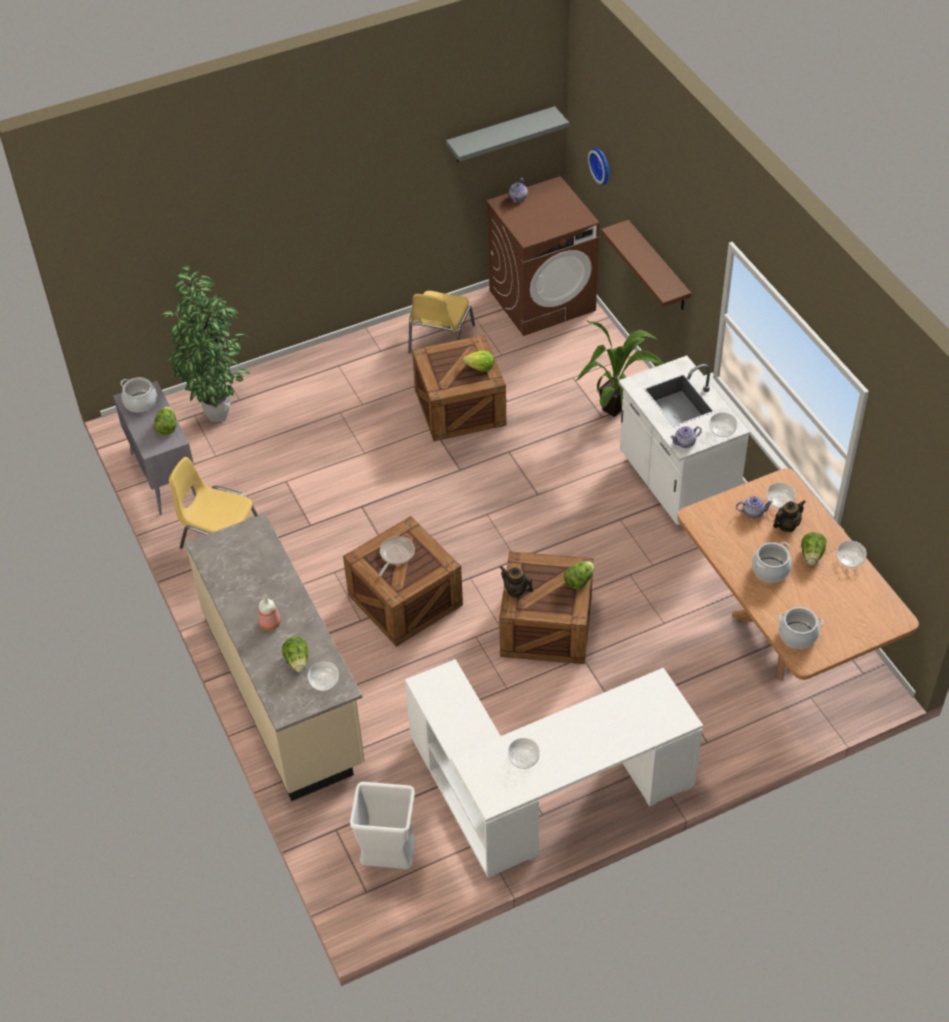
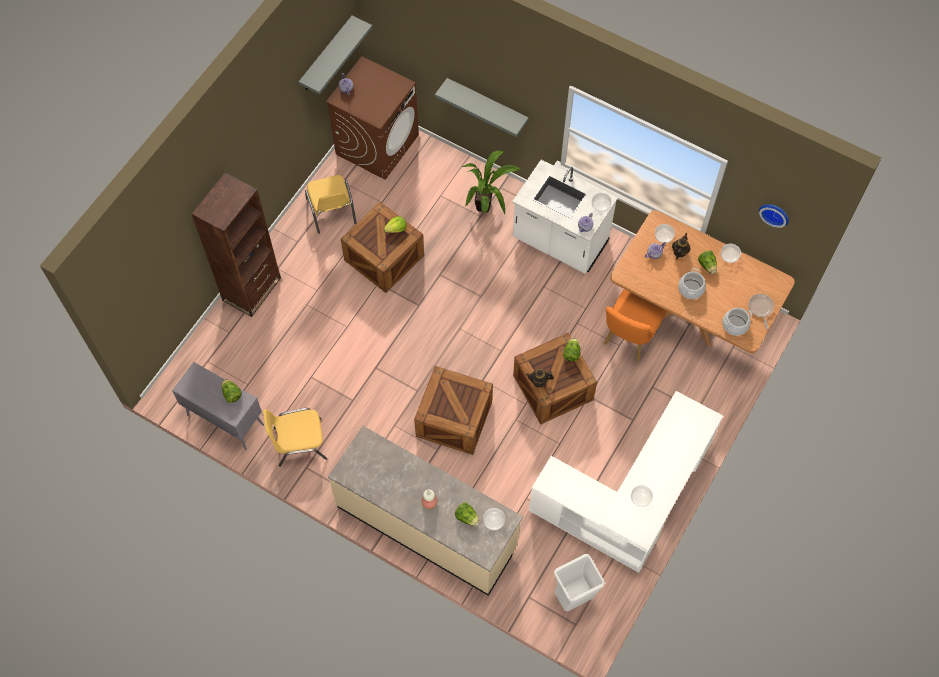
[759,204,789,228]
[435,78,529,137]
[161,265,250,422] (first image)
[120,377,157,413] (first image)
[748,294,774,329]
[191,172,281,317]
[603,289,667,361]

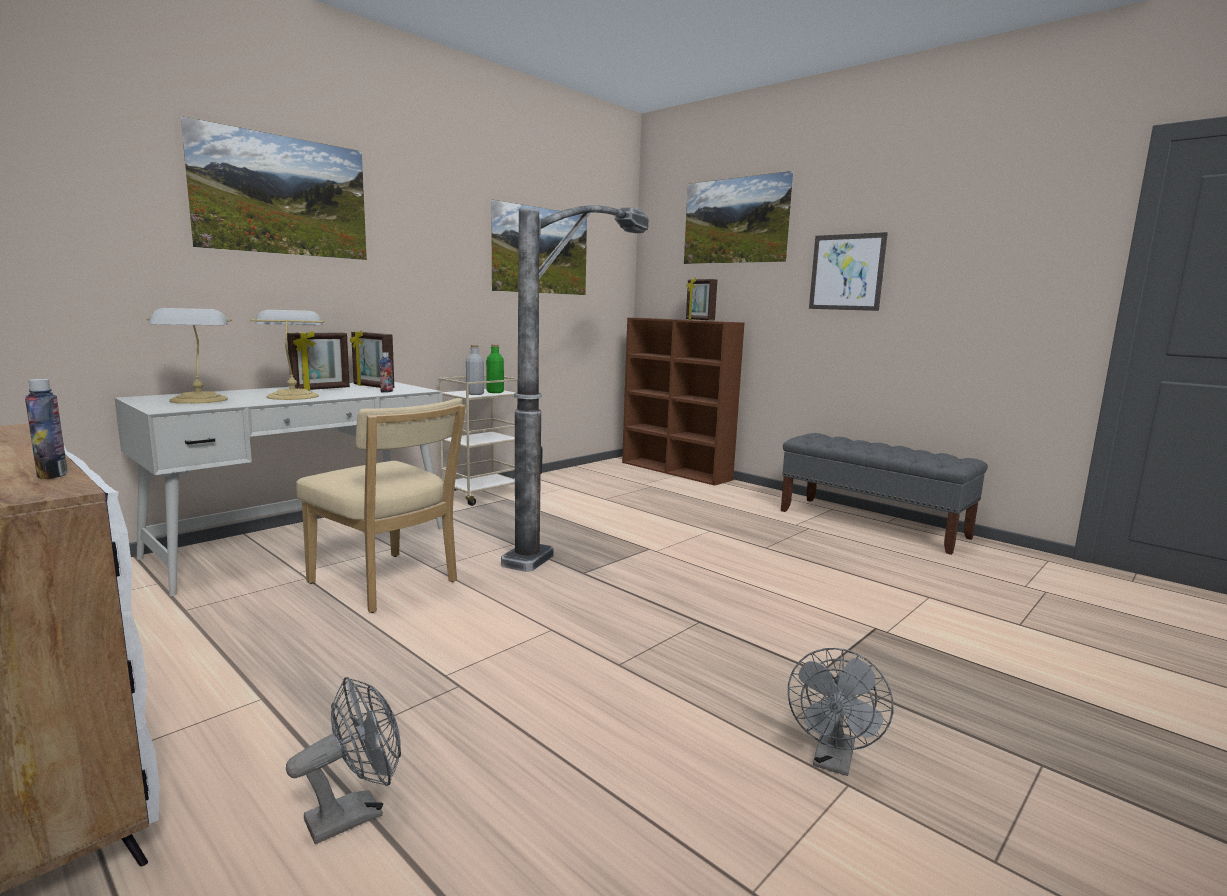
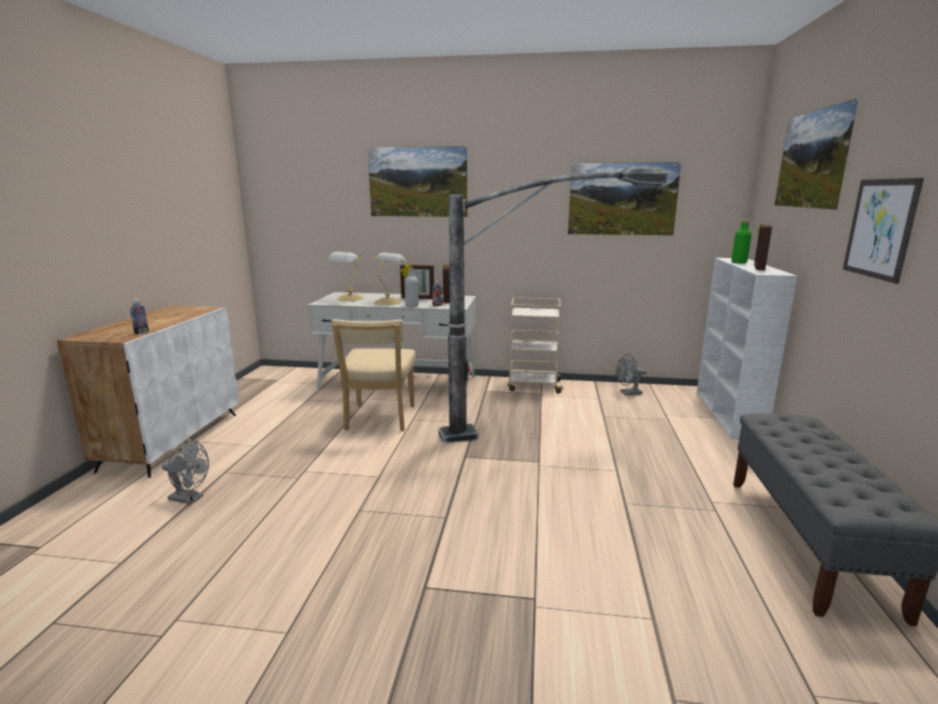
[697,258,797,440]
[731,221,752,263]
[405,268,419,307]
[616,354,646,395]

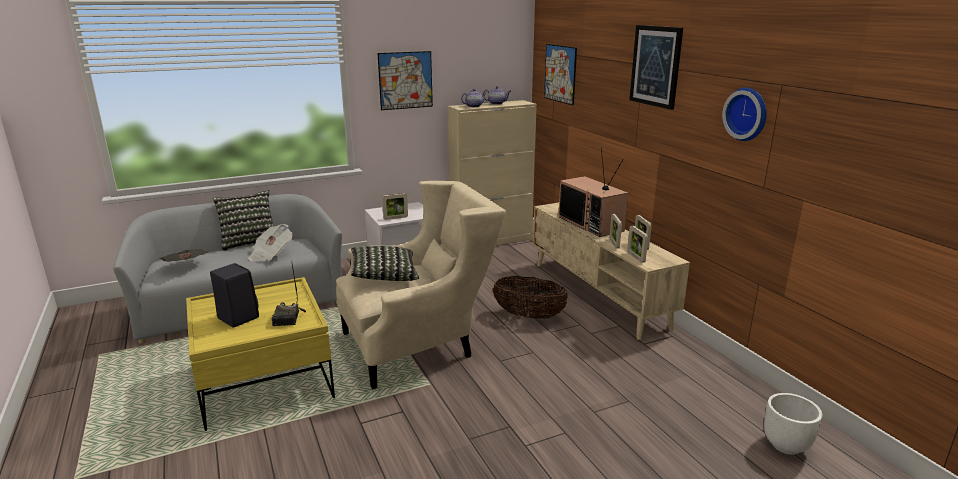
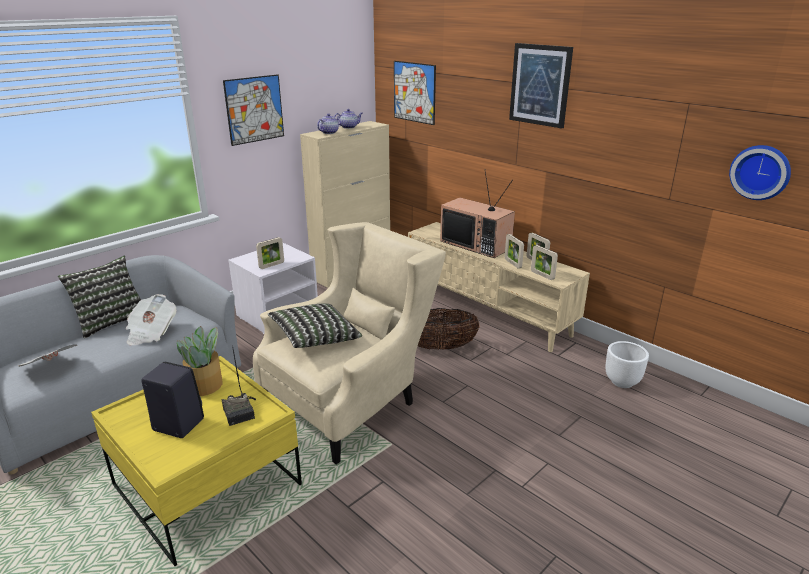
[729,145,791,200]
[605,341,649,388]
[177,326,223,396]

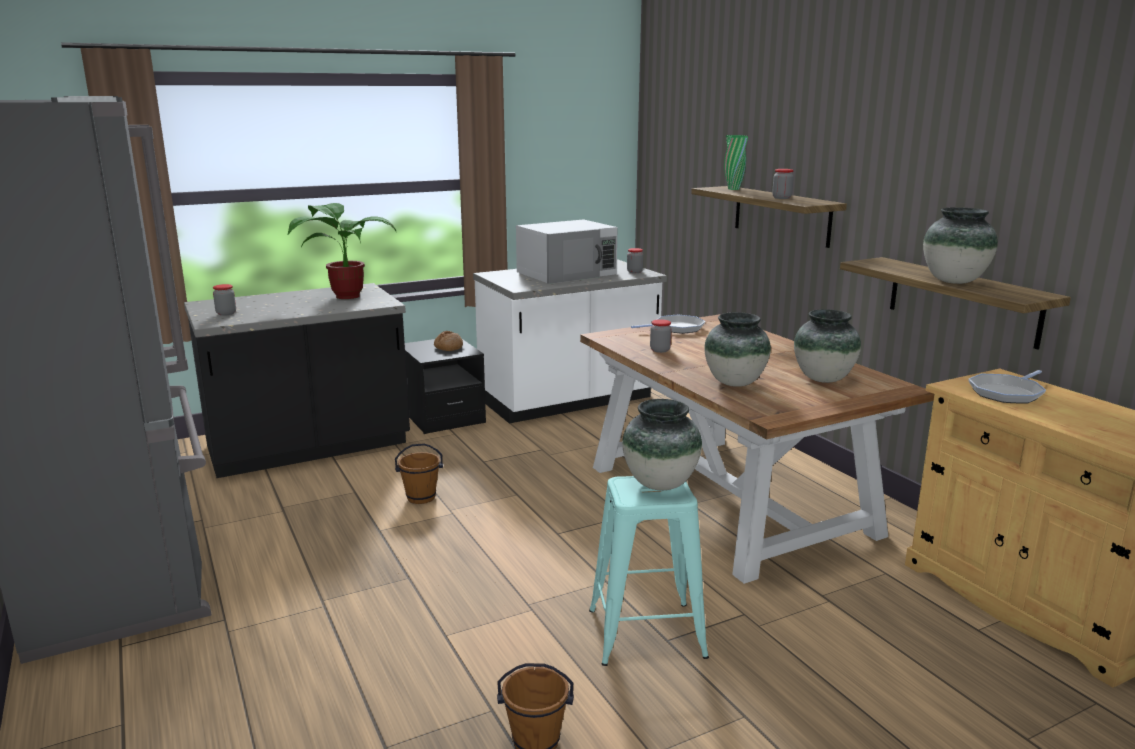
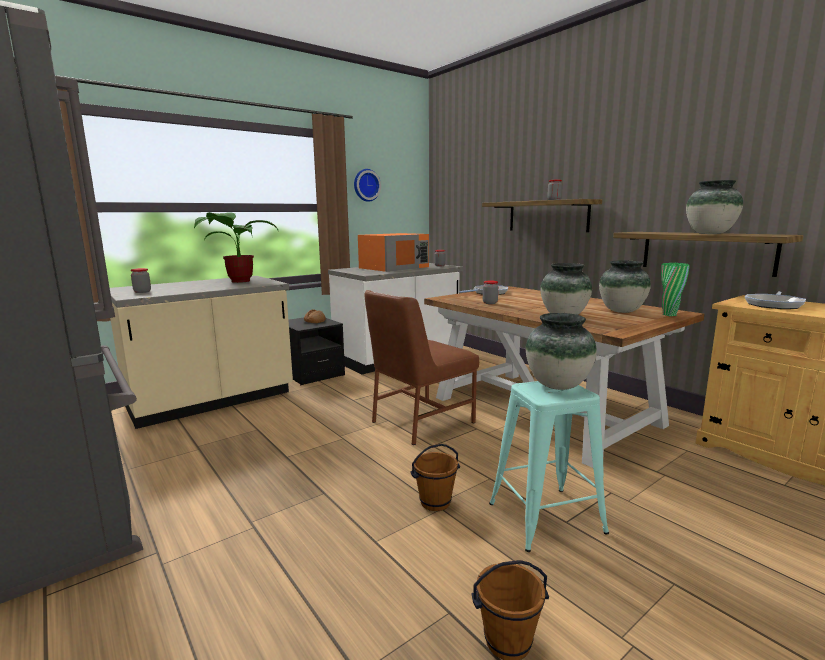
[661,263,690,316]
[358,233,429,272]
[110,276,293,429]
[410,444,460,511]
[354,169,381,202]
[365,290,479,445]

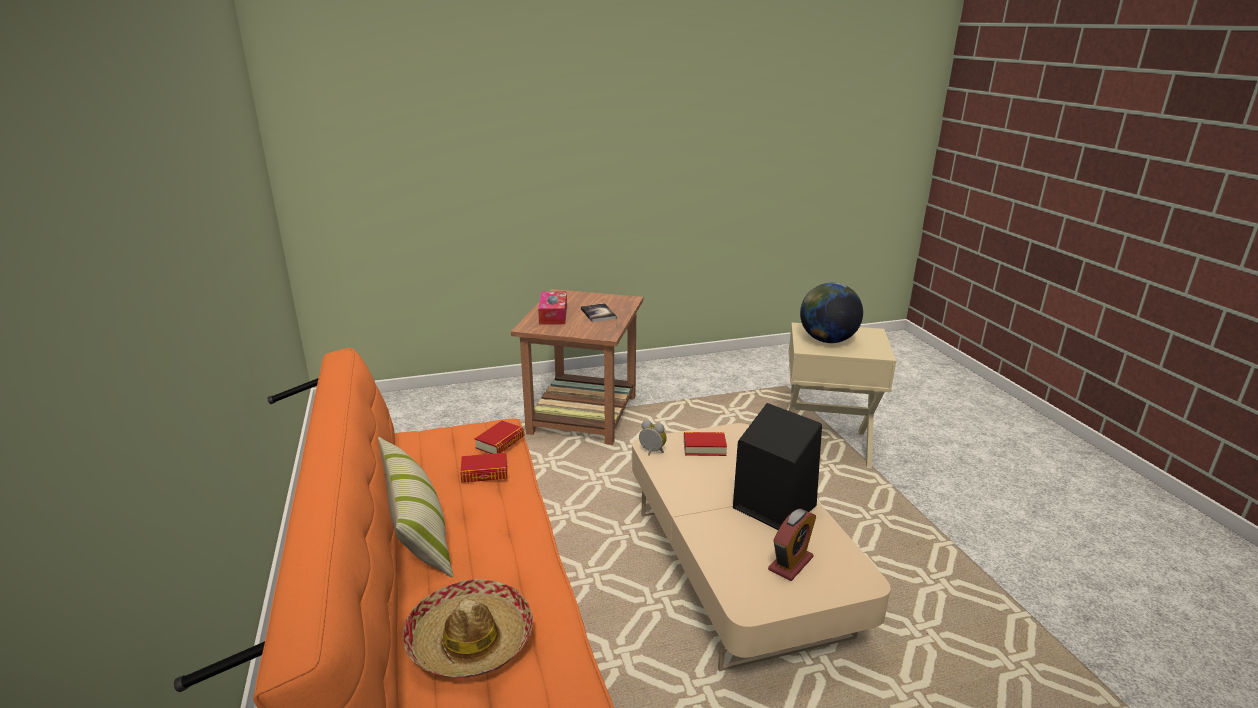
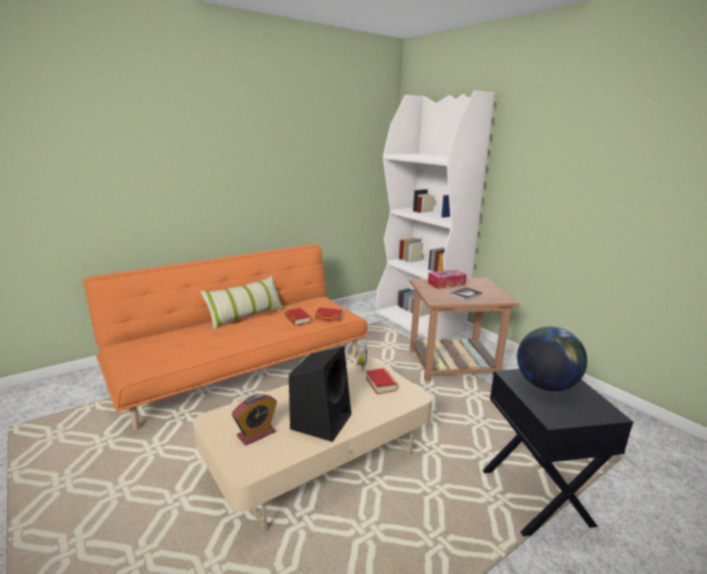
[482,369,633,536]
[232,394,277,446]
[402,579,533,678] (first image)
[376,90,495,340]

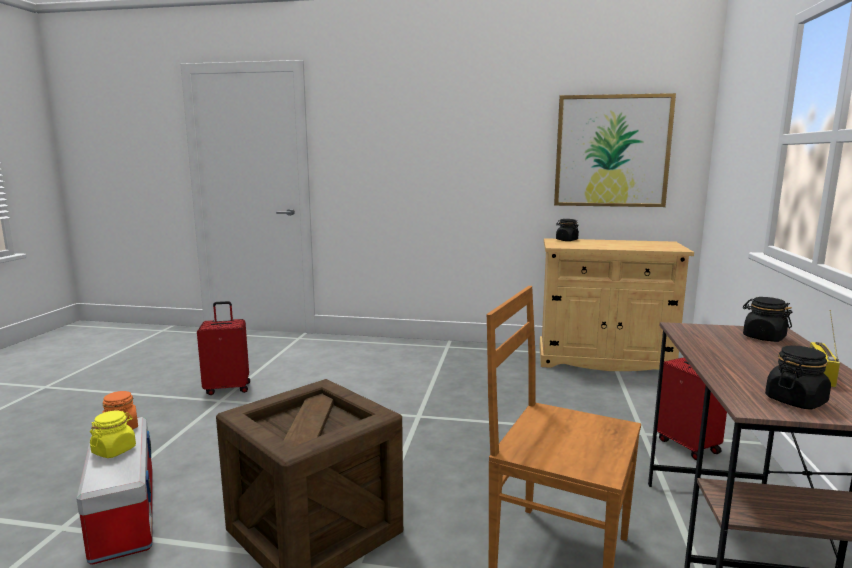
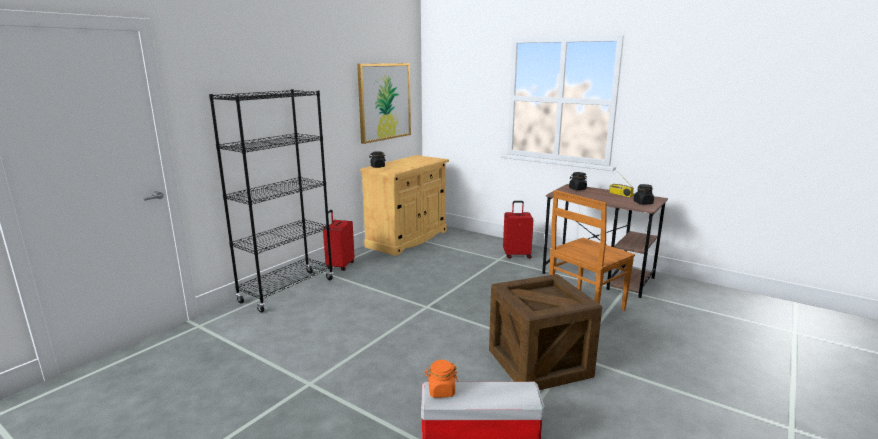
[323,210,355,271]
[90,411,136,458] (first image)
[209,89,333,312]

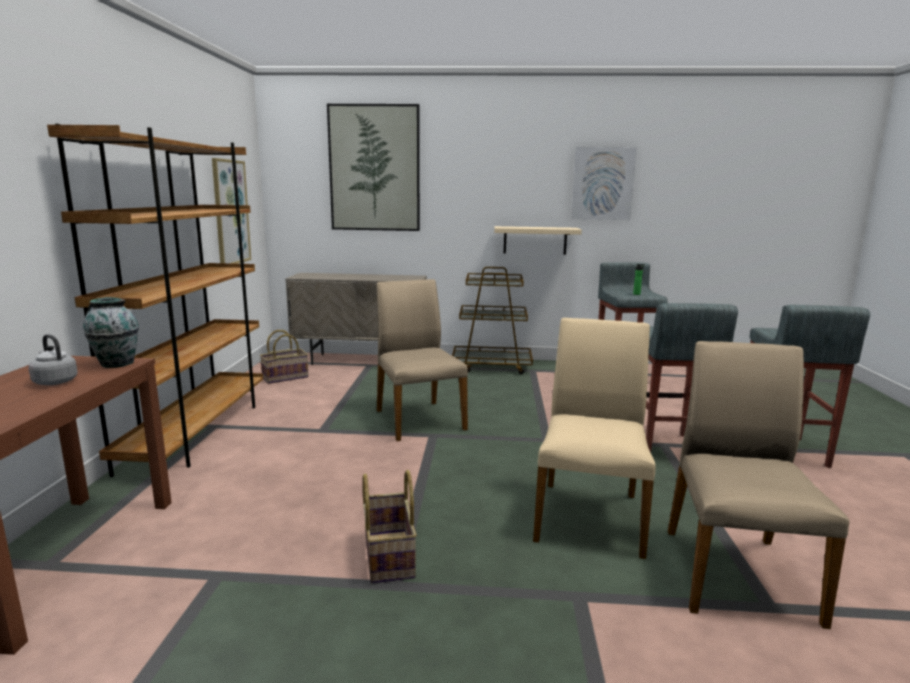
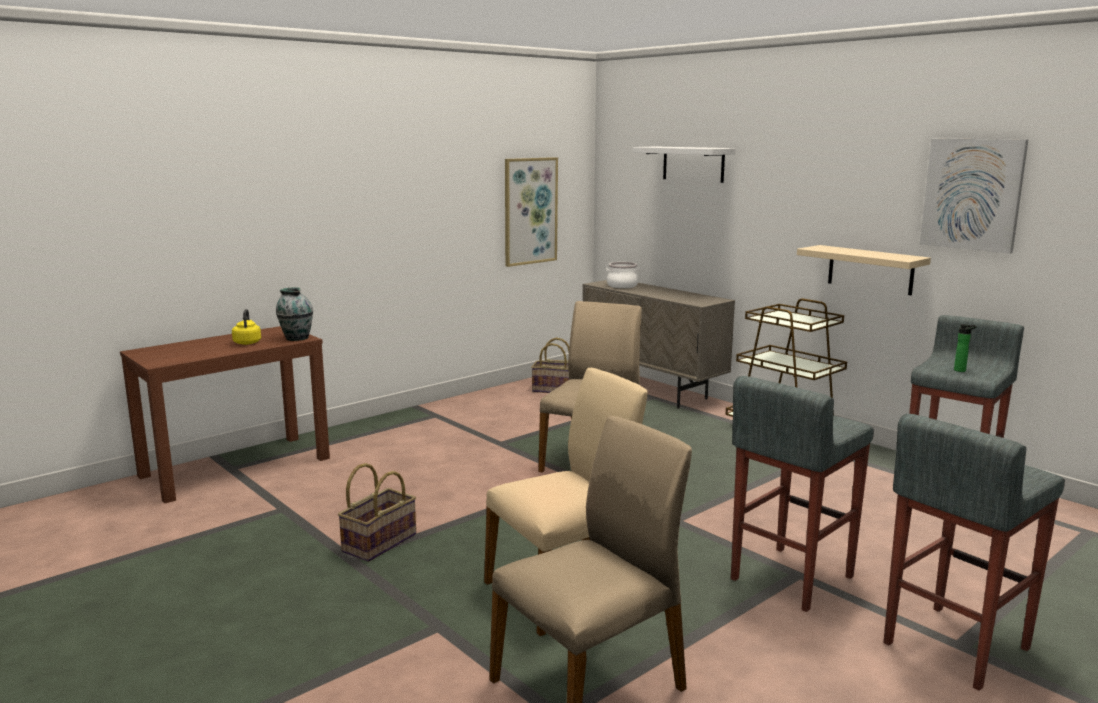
[633,147,736,183]
[47,124,263,477] (first image)
[232,309,261,345]
[606,262,640,288]

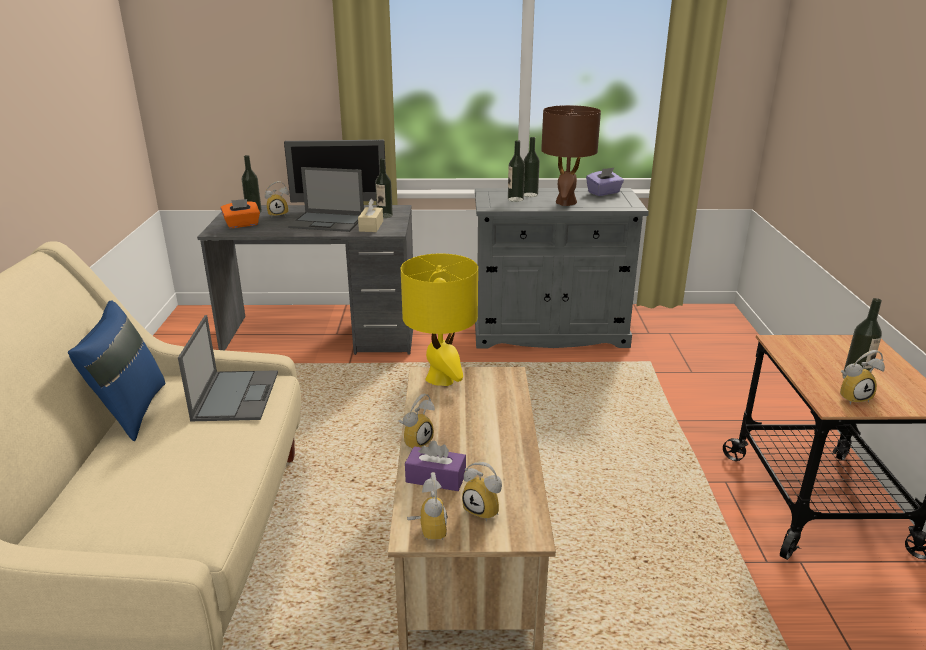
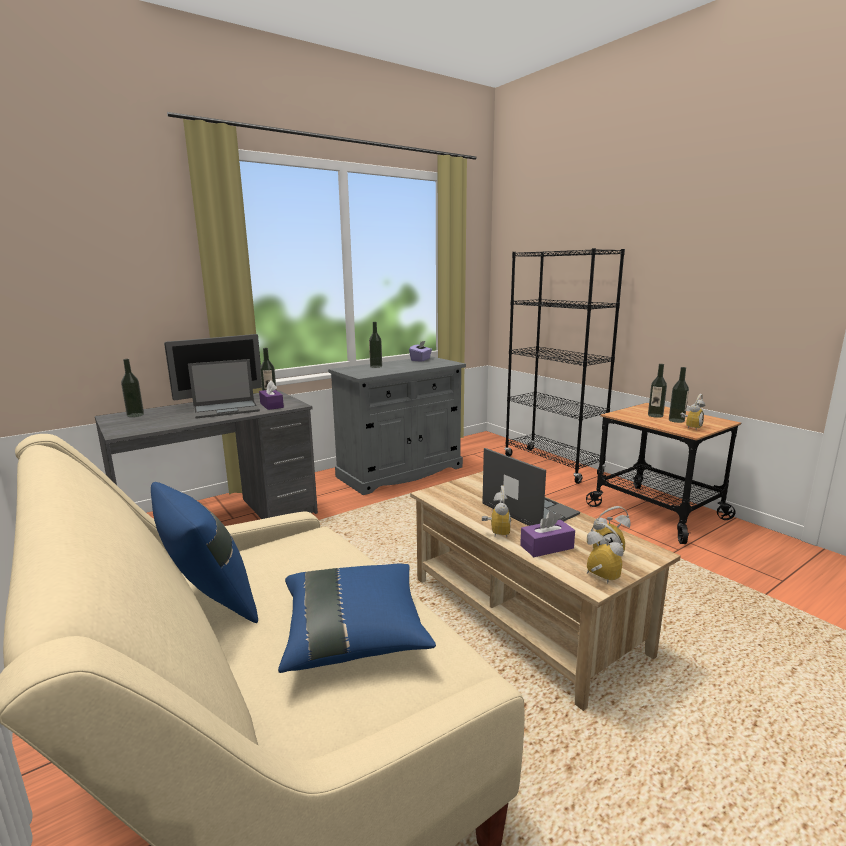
[541,105,601,206] (first image)
[648,364,667,418]
[265,181,289,217] (first image)
[220,199,260,228] (first image)
[259,380,284,410]
[401,253,478,386] (first image)
[482,448,580,526]
[504,248,625,484]
[278,563,436,673]

